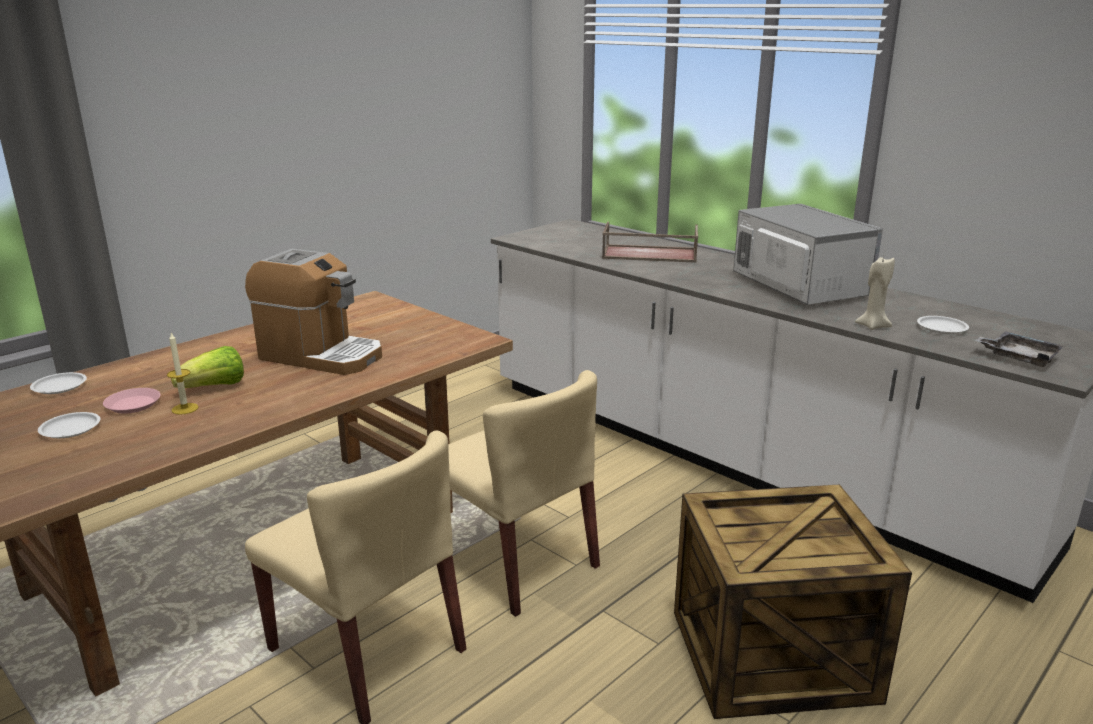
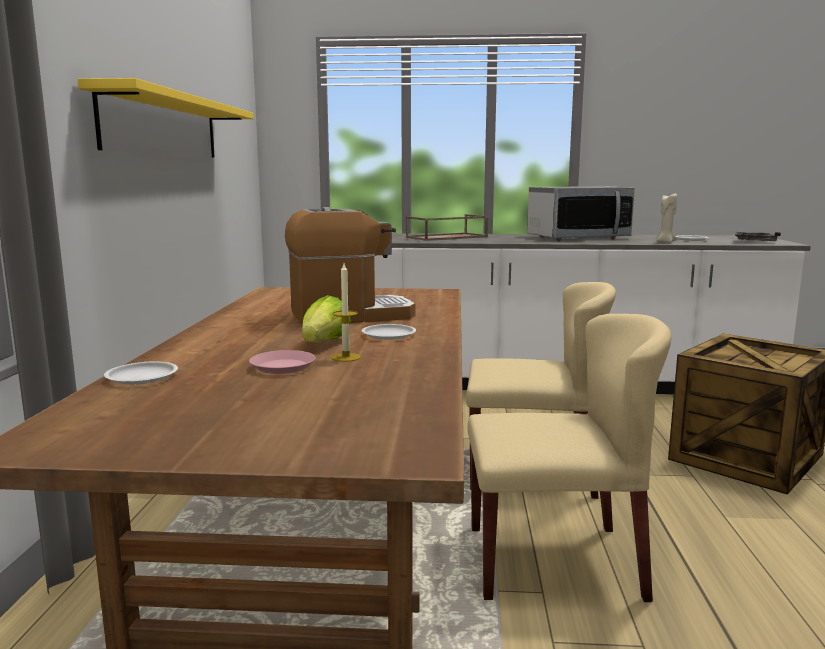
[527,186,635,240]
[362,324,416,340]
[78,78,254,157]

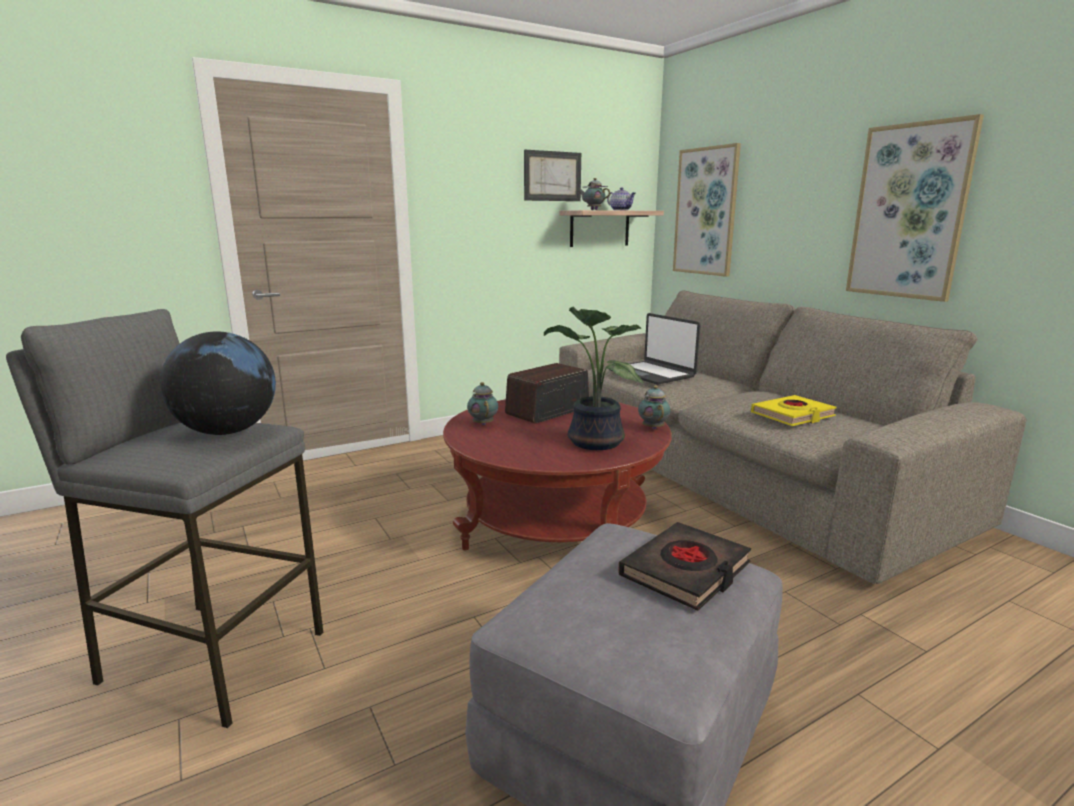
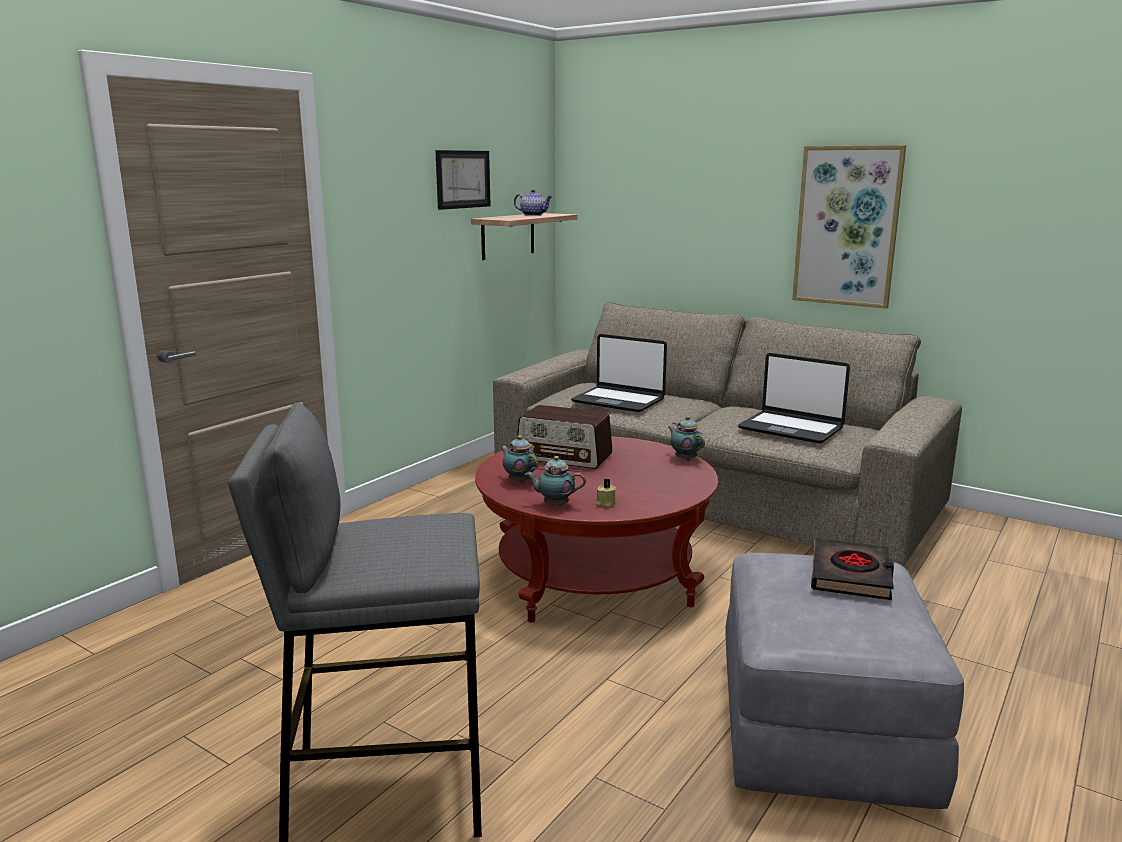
[673,143,741,277] (first image)
[525,456,586,506]
[544,307,643,450] (first image)
[160,331,276,435] (first image)
[517,405,613,469]
[738,353,850,444]
[595,479,616,507]

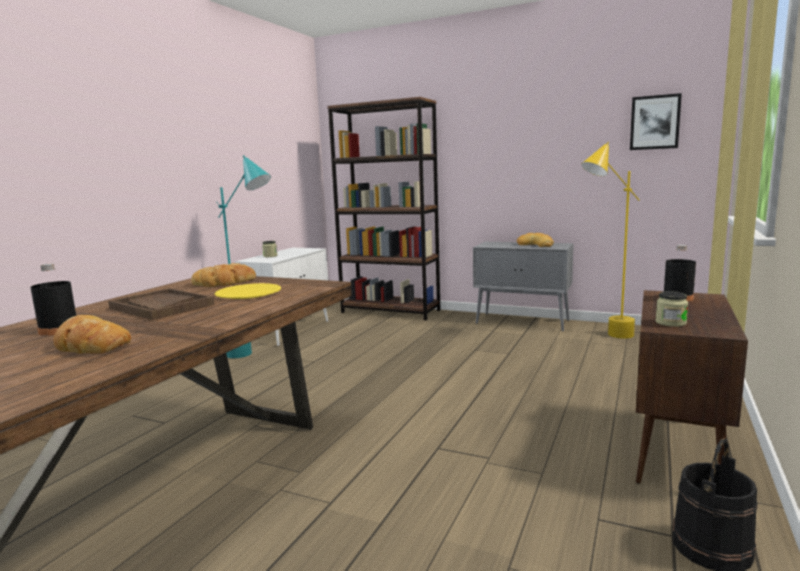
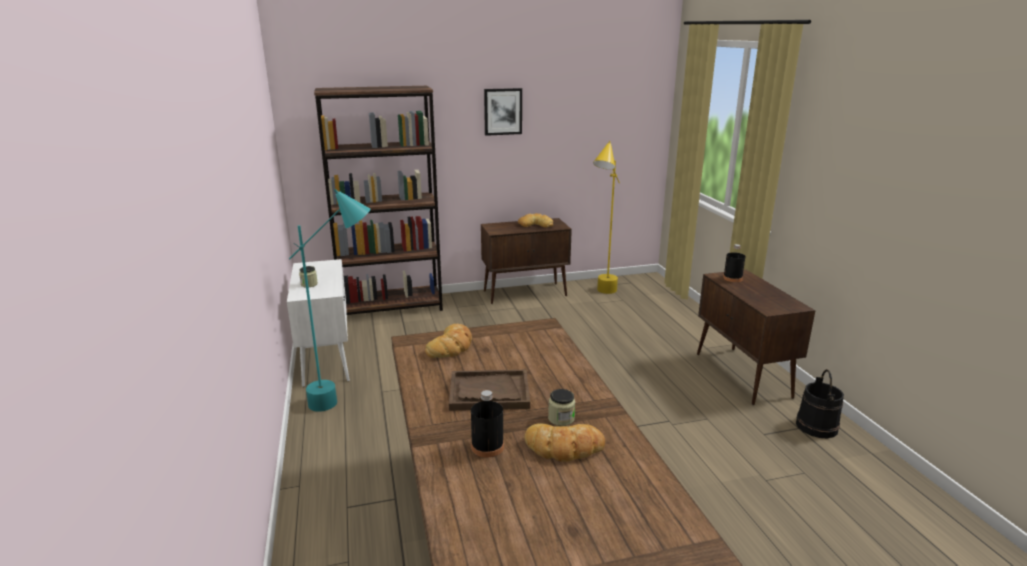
[484,88,522,136]
[481,218,572,304]
[215,283,281,299] (first image)
[548,389,575,426]

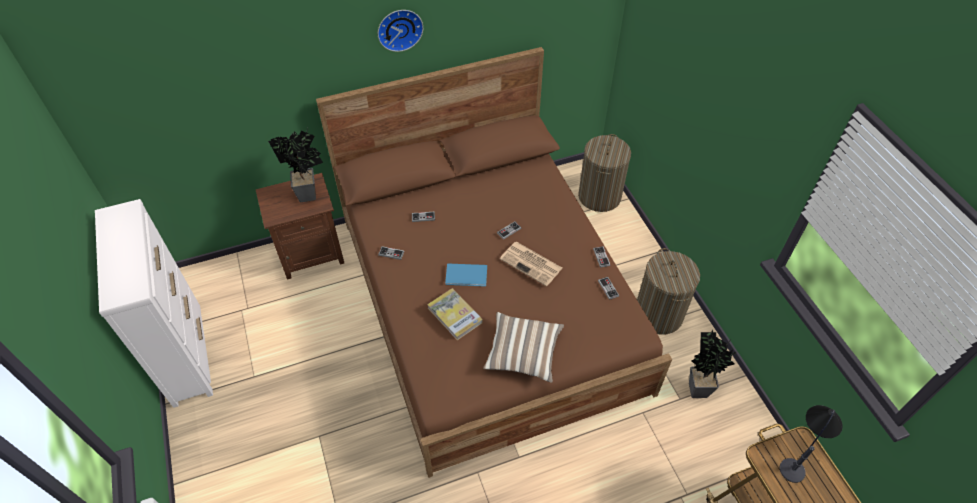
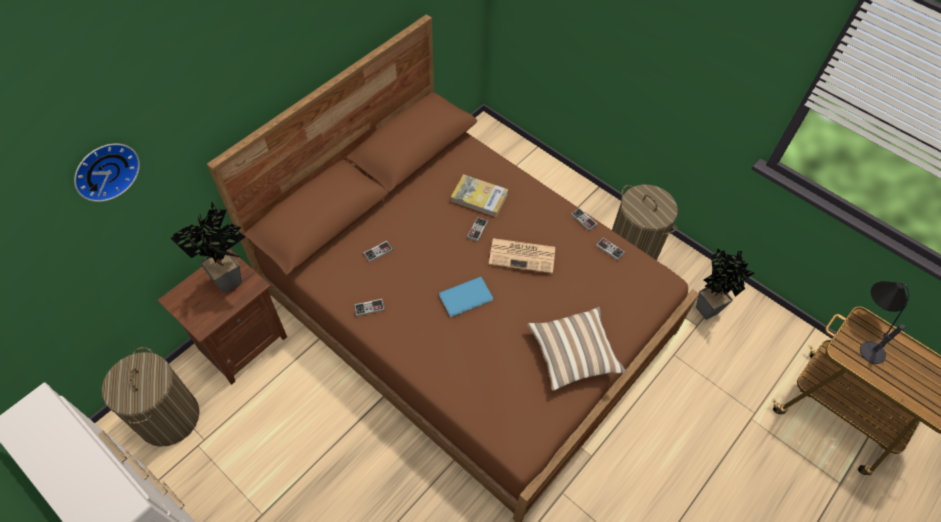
[74,143,140,202]
[102,347,200,447]
[451,174,508,217]

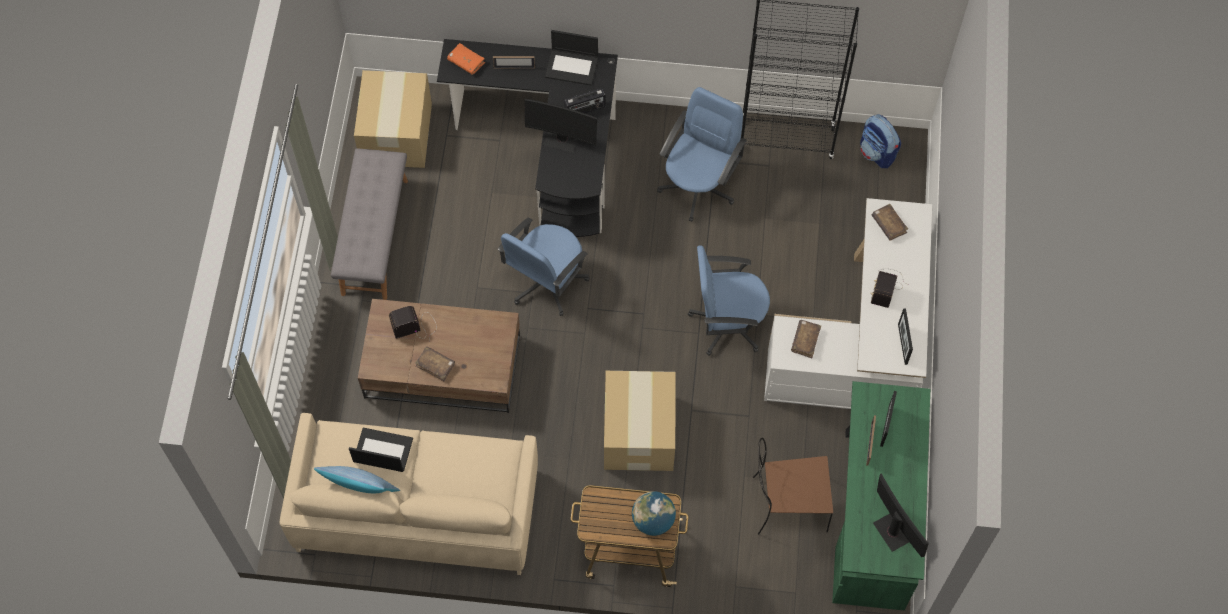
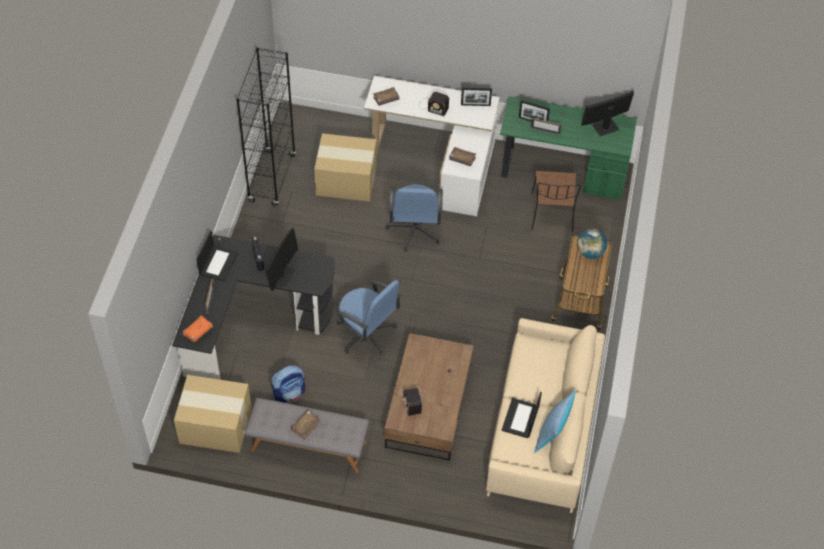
[657,87,747,222] (first image)
[271,365,305,403]
[291,410,321,440]
[314,133,377,201]

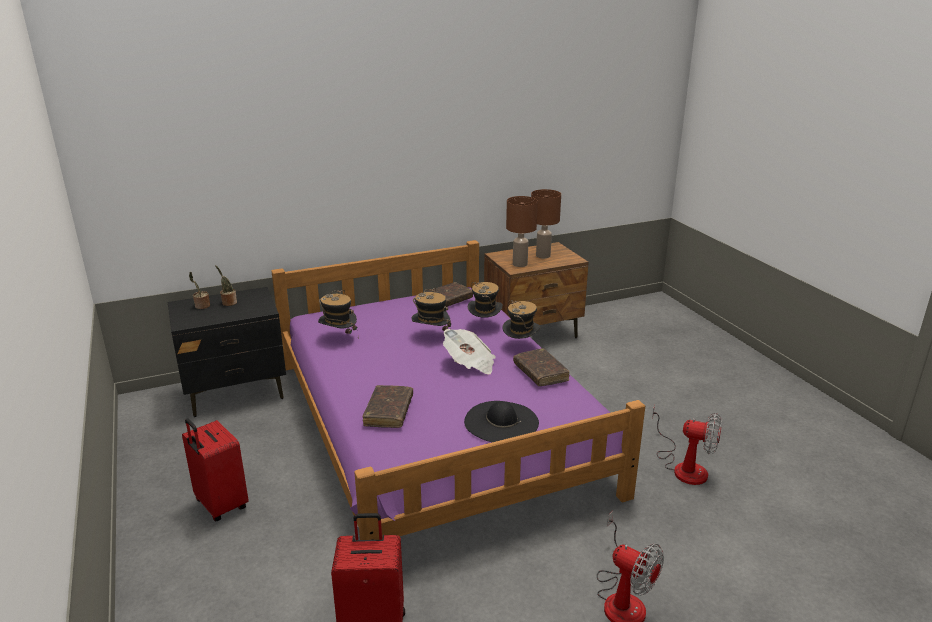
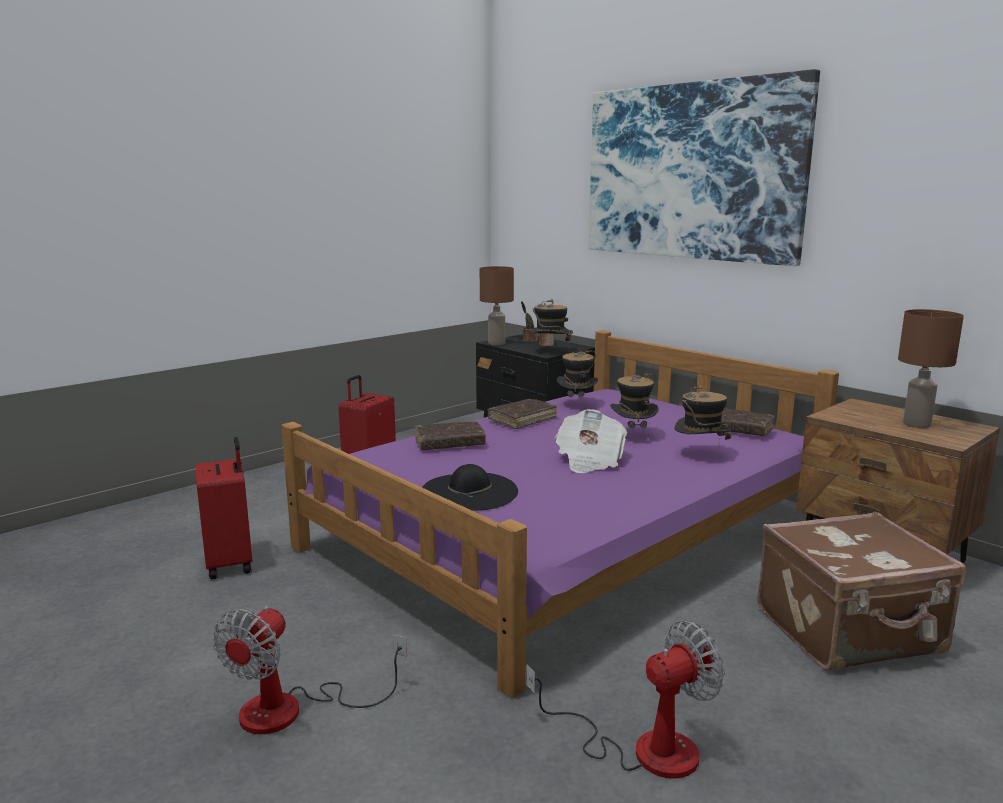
[480,266,514,345]
[530,299,573,351]
[488,399,557,429]
[526,620,725,779]
[589,69,820,266]
[758,512,966,670]

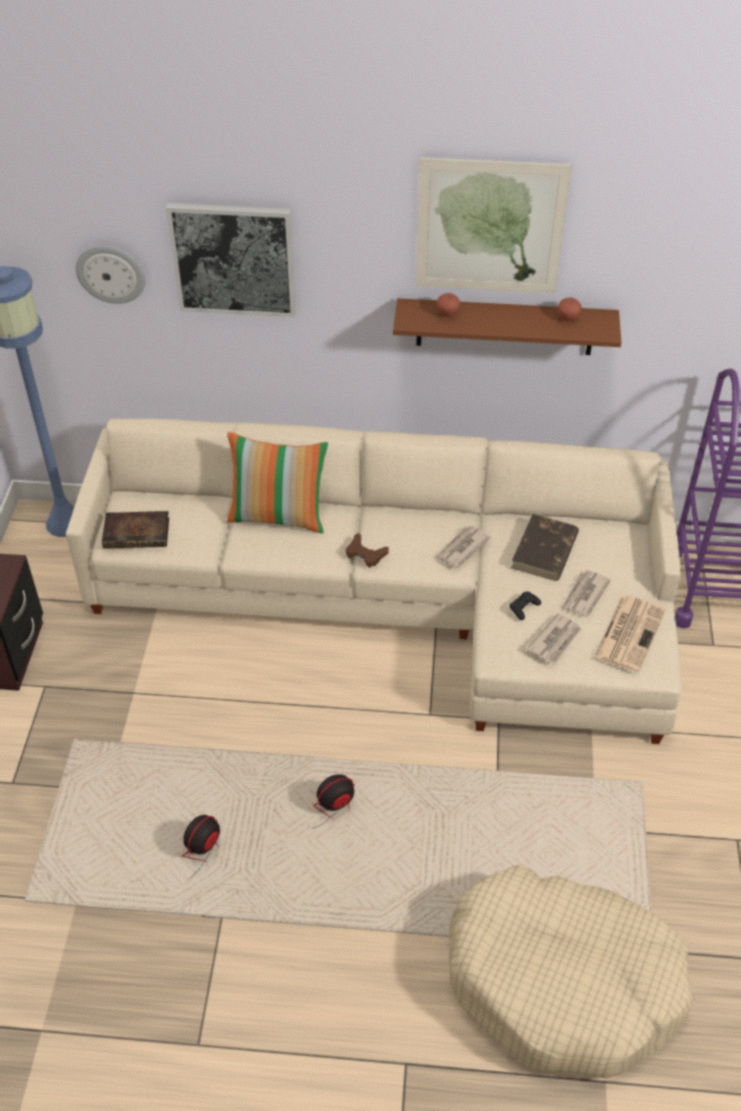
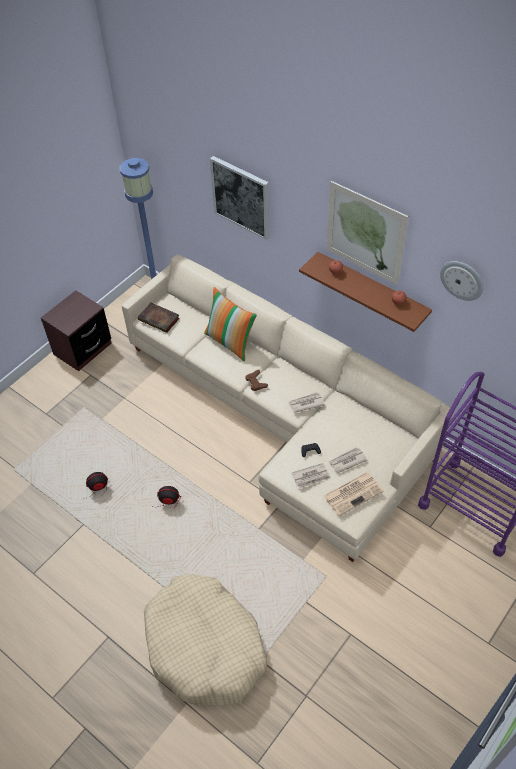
[440,261,483,301]
[511,514,579,581] (first image)

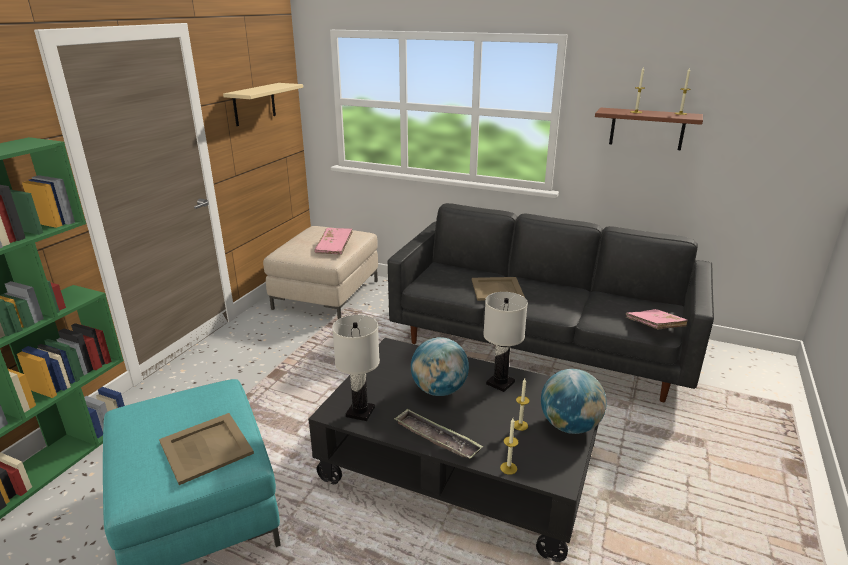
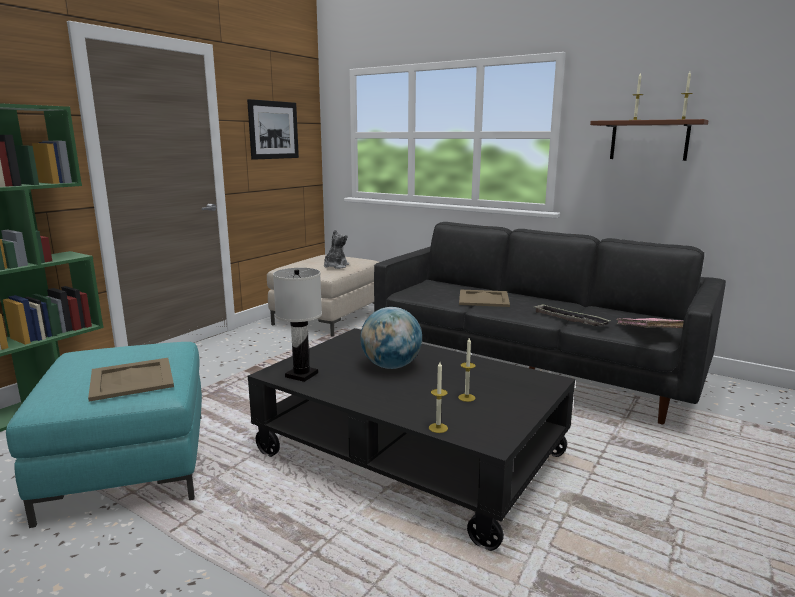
[247,99,299,160]
[324,229,349,269]
[483,292,528,392] (first image)
[541,369,607,434] (first image)
[533,304,610,326]

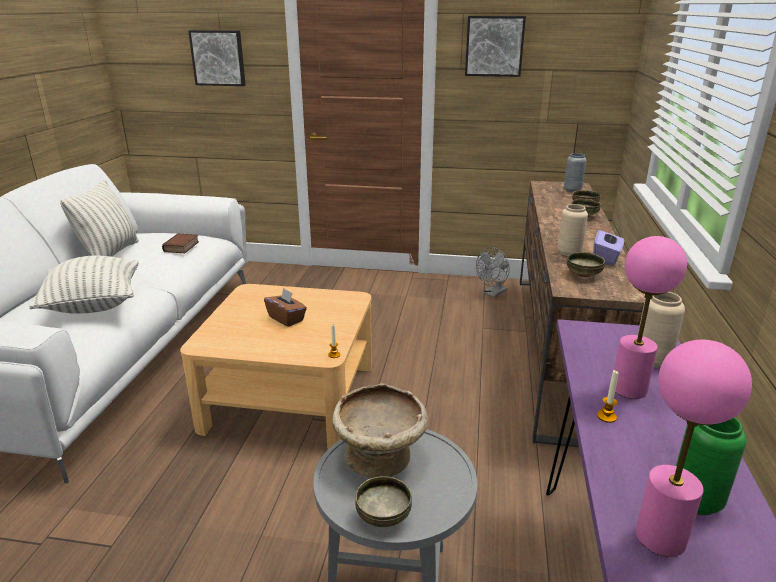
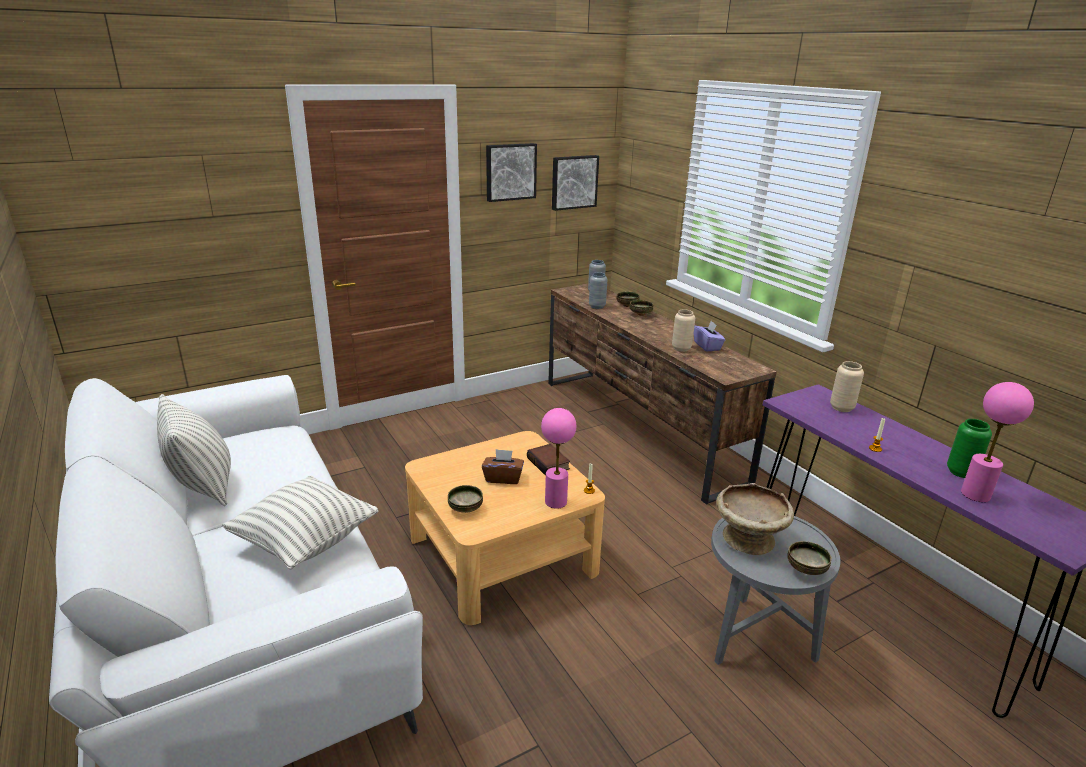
[552,155,599,211]
[527,444,570,476]
[541,408,576,509]
[476,247,510,297] (first image)
[448,485,483,513]
[589,272,608,309]

